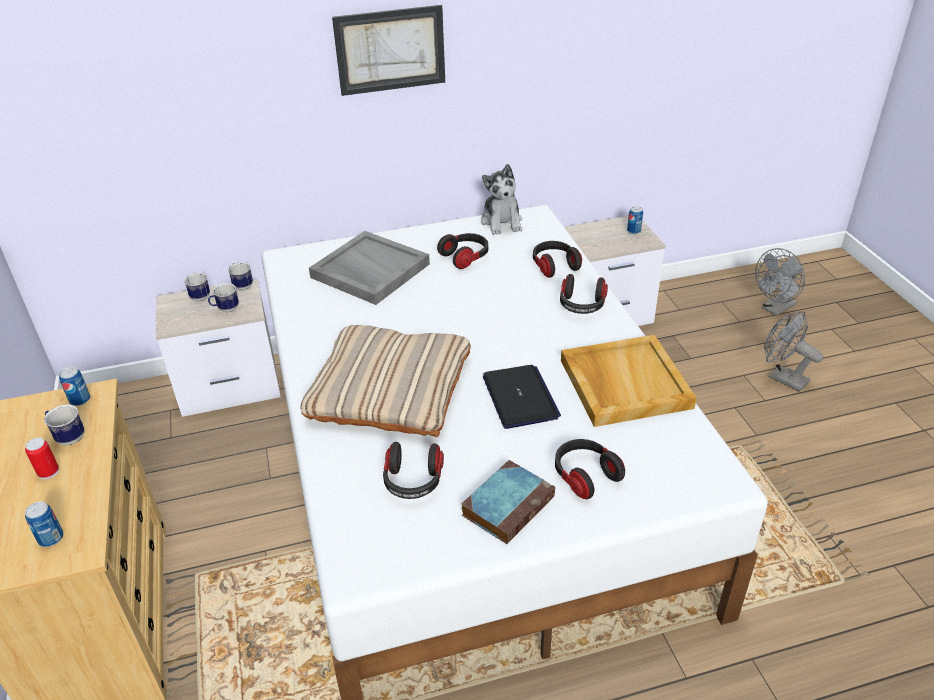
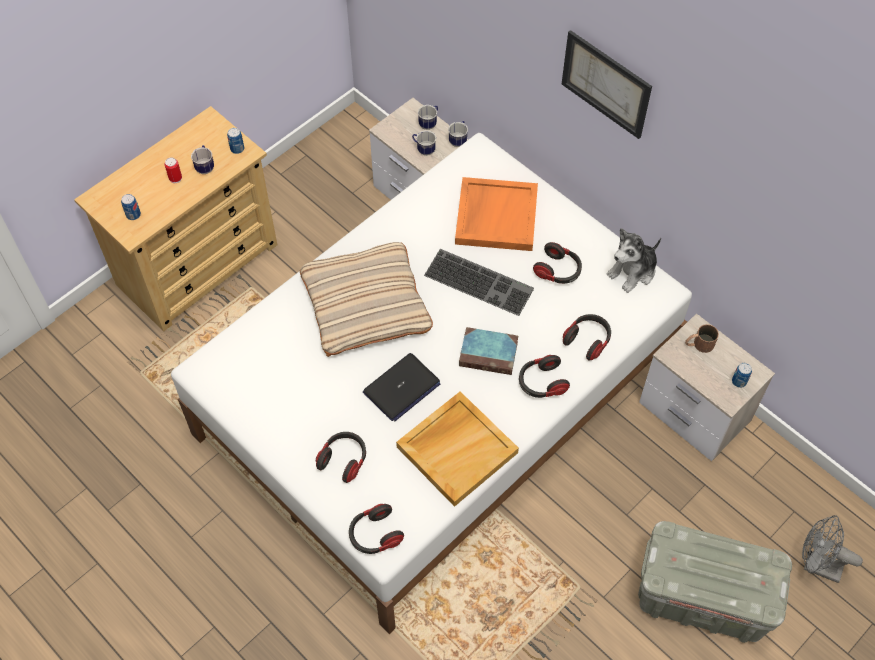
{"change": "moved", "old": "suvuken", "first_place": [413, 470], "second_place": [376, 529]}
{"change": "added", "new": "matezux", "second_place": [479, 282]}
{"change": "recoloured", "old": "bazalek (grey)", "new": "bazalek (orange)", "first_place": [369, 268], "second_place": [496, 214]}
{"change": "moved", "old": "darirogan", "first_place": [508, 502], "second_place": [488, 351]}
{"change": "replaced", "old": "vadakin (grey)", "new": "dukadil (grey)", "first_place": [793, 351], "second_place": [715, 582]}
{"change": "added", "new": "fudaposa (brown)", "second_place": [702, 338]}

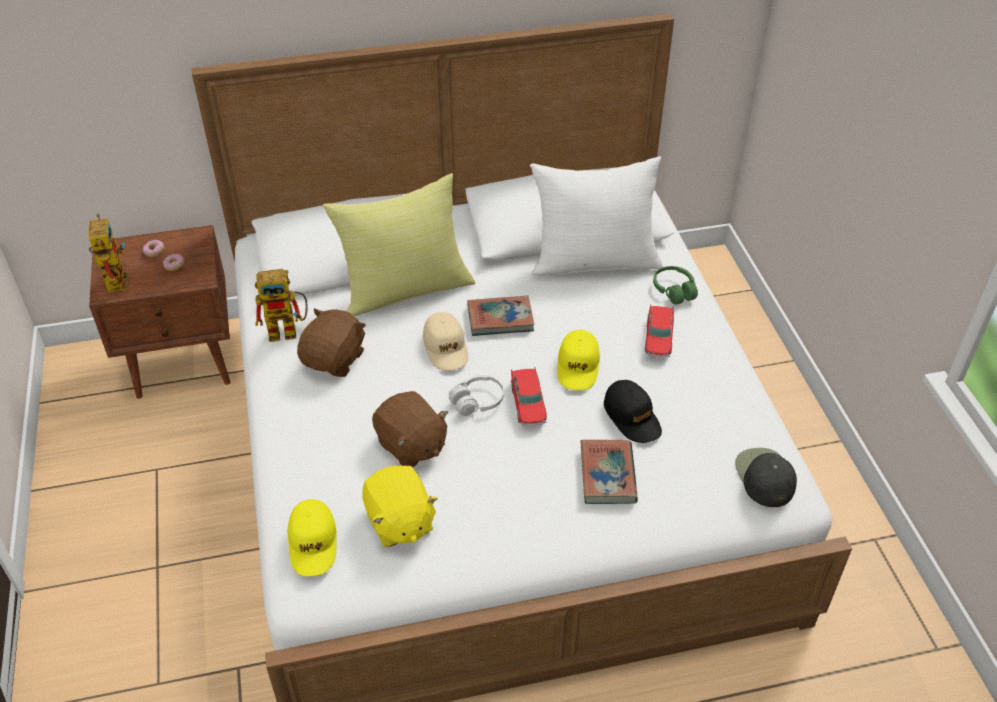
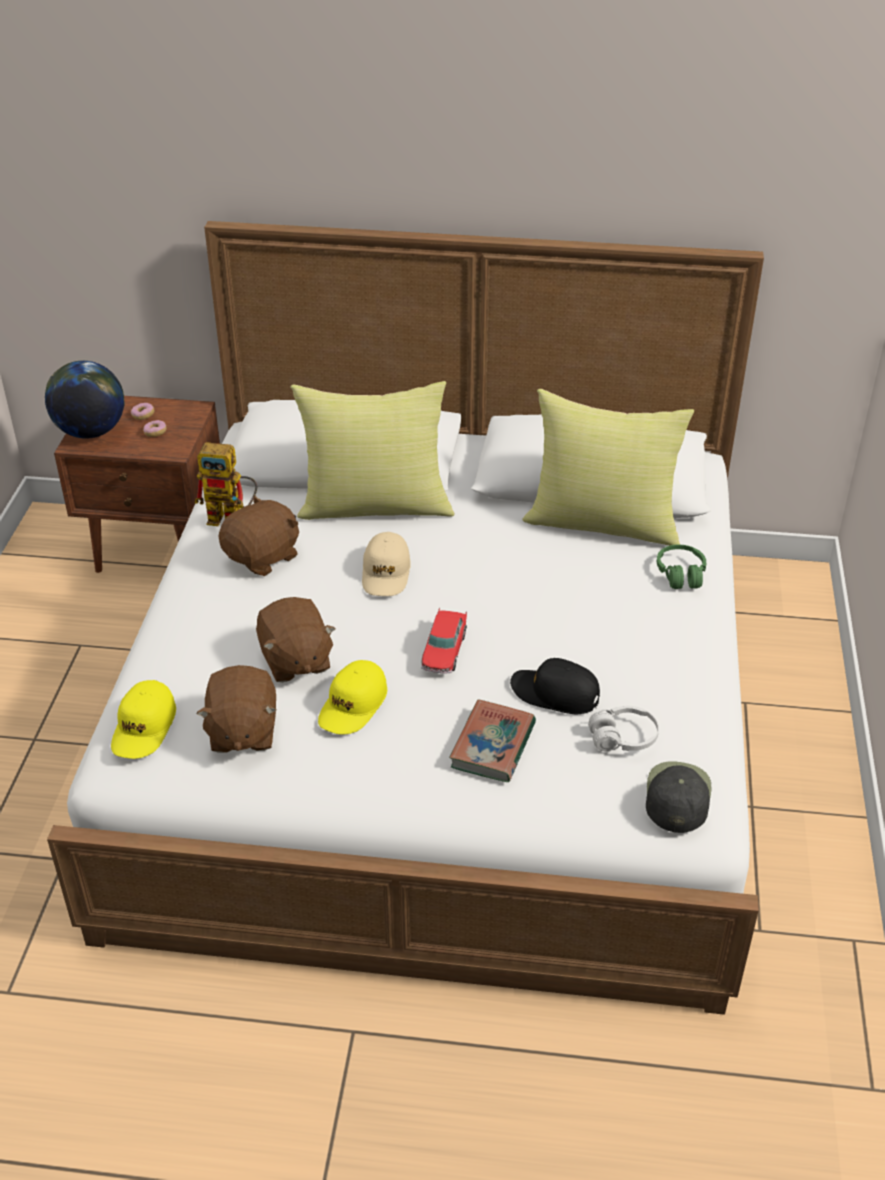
{"change": "replaced", "old": "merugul", "new": "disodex", "first_place": [107, 253], "second_place": [85, 400]}
{"change": "recoloured", "old": "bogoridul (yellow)", "new": "bogoridul (brown)", "first_place": [400, 506], "second_place": [236, 709]}
{"change": "moved", "old": "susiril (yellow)", "first_place": [578, 360], "second_place": [352, 697]}
{"change": "turned", "old": "susiril (black)", "first_place": [633, 411], "second_place": [555, 686], "degrees": 120}
{"change": "recoloured", "old": "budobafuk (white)", "new": "budobafuk (yellow)", "first_place": [596, 216], "second_place": [608, 467]}
{"change": "moved", "old": "suvuken (white)", "first_place": [476, 395], "second_place": [623, 728]}
{"change": "removed", "old": "darirogan", "first_place": [500, 316]}
{"change": "removed", "old": "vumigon", "first_place": [659, 331]}

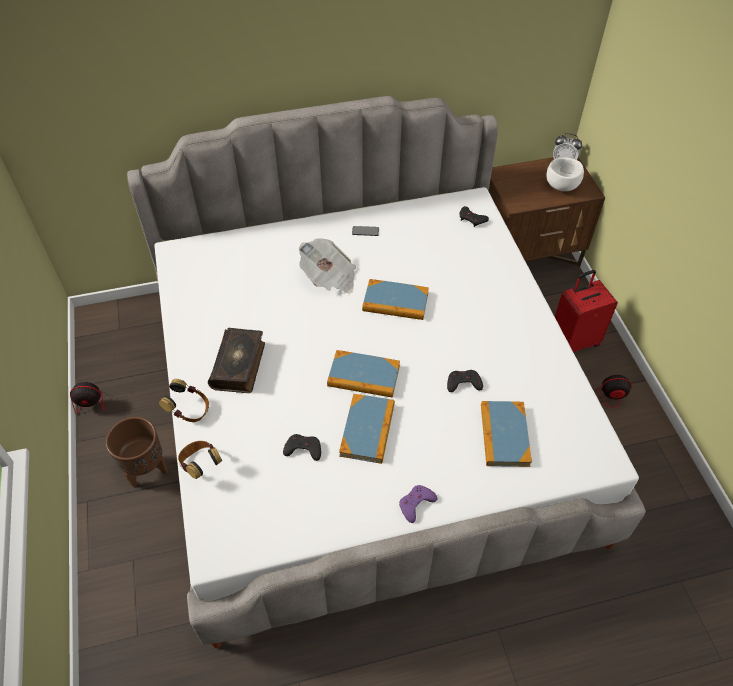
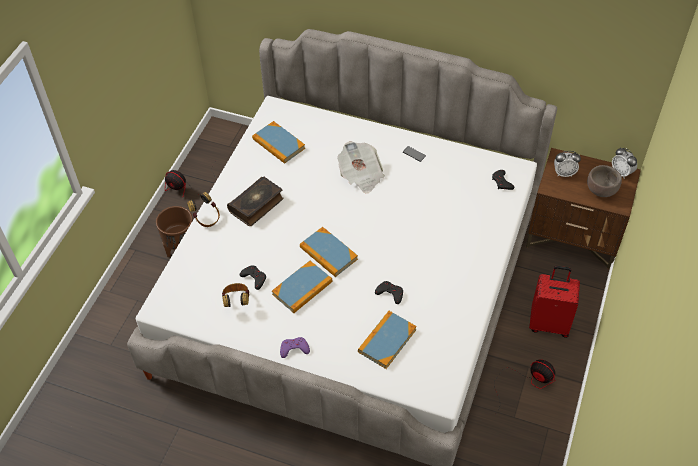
{"change": "moved", "old": "suvuken", "first_place": [200, 460], "second_place": [235, 295]}
{"change": "moved", "old": "darirogan", "first_place": [395, 299], "second_place": [278, 142]}
{"change": "added", "new": "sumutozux", "second_place": [567, 164]}
{"change": "recoloured", "old": "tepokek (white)", "new": "tepokek (brown)", "first_place": [565, 174], "second_place": [604, 181]}

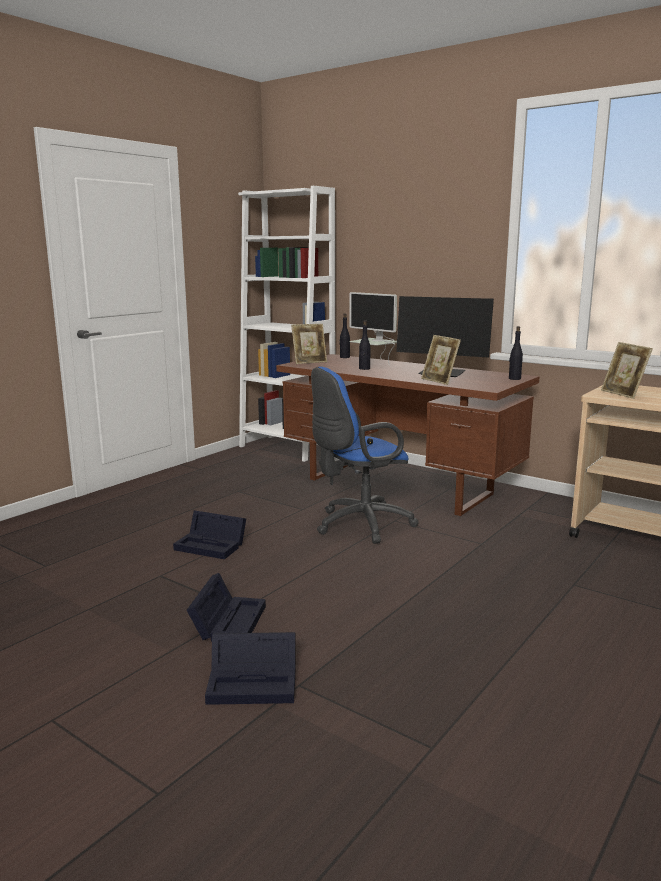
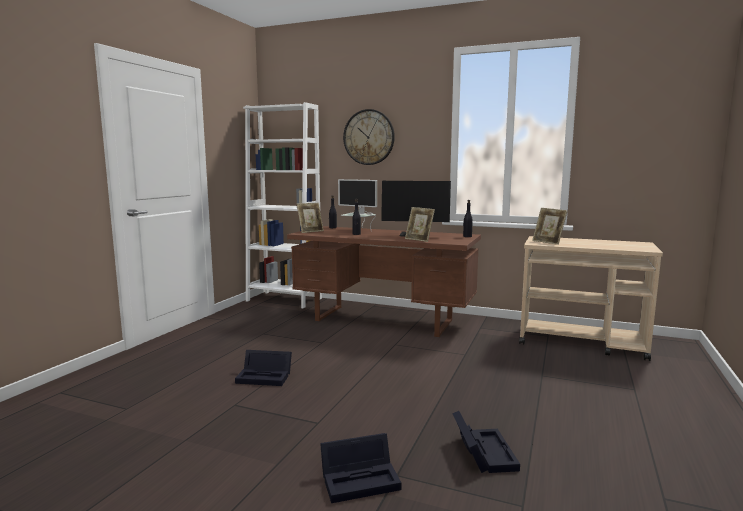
{"change": "added", "new": "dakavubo", "second_place": [369, 137]}
{"change": "moved", "old": "dukadil (black)", "first_place": [226, 607], "second_place": [486, 442]}
{"change": "removed", "old": "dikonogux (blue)", "first_place": [364, 455]}

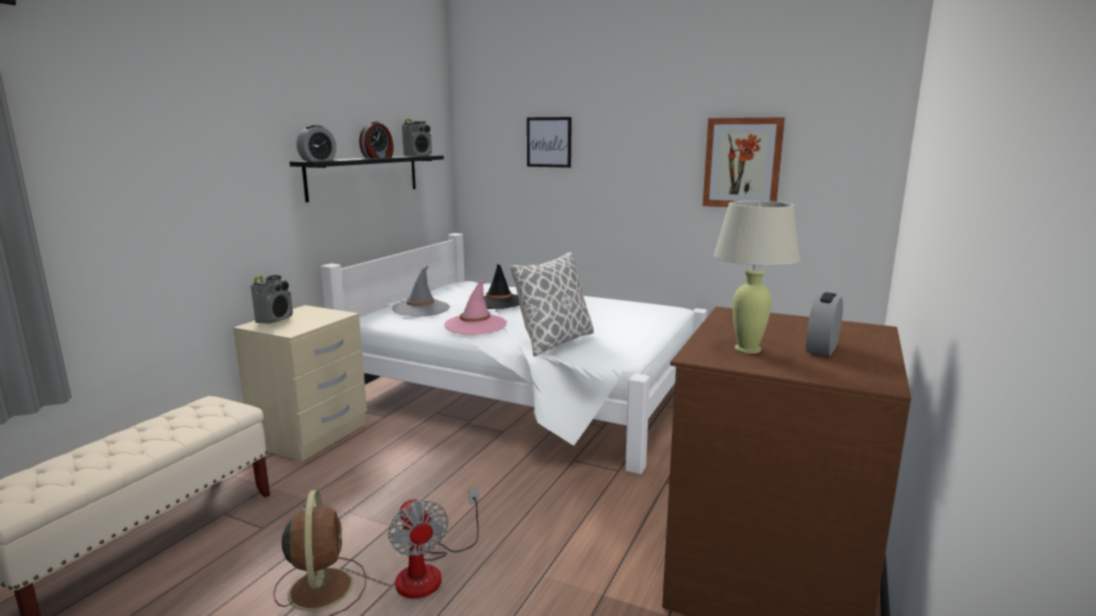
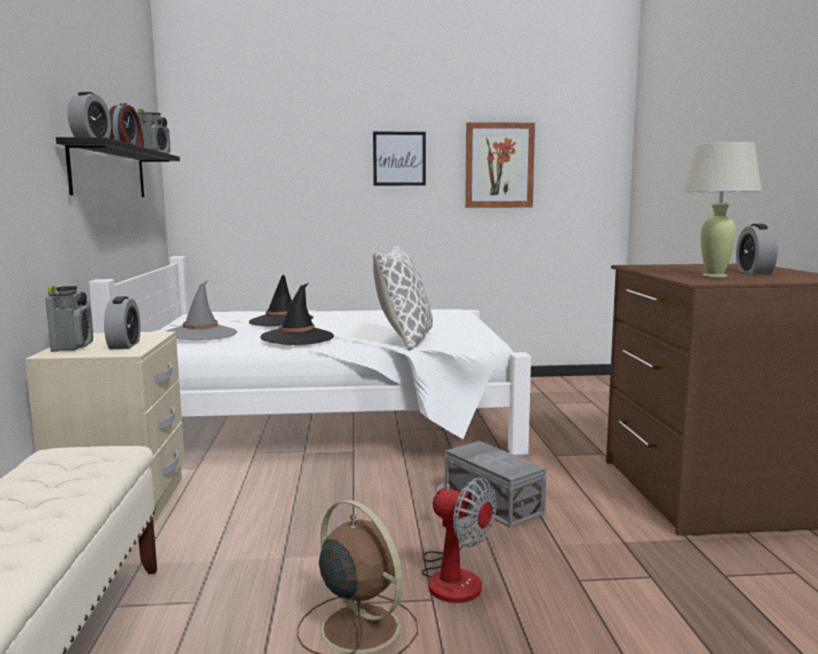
{"change": "added", "new": "sumutozux", "second_place": [122, 322]}
{"change": "recoloured", "old": "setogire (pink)", "new": "setogire (black)", "first_place": [475, 307], "second_place": [297, 314]}
{"change": "moved", "old": "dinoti", "first_place": [549, 142], "second_place": [399, 159]}
{"change": "added", "new": "dukadil (grey)", "second_place": [496, 484]}

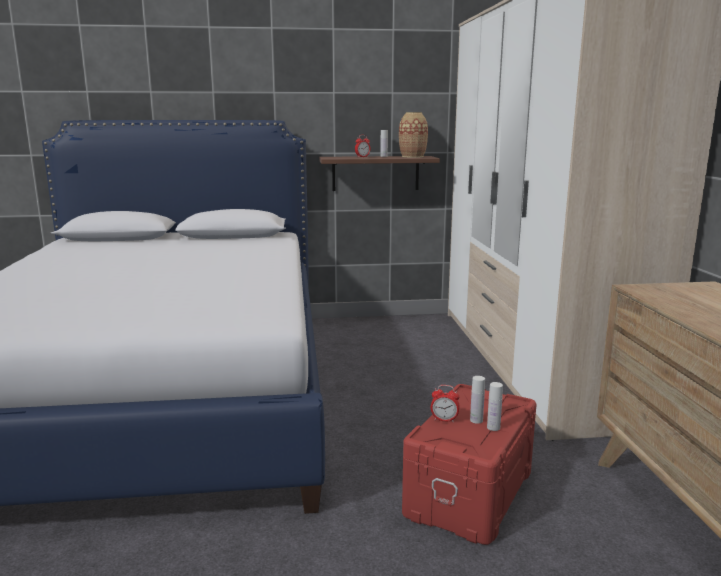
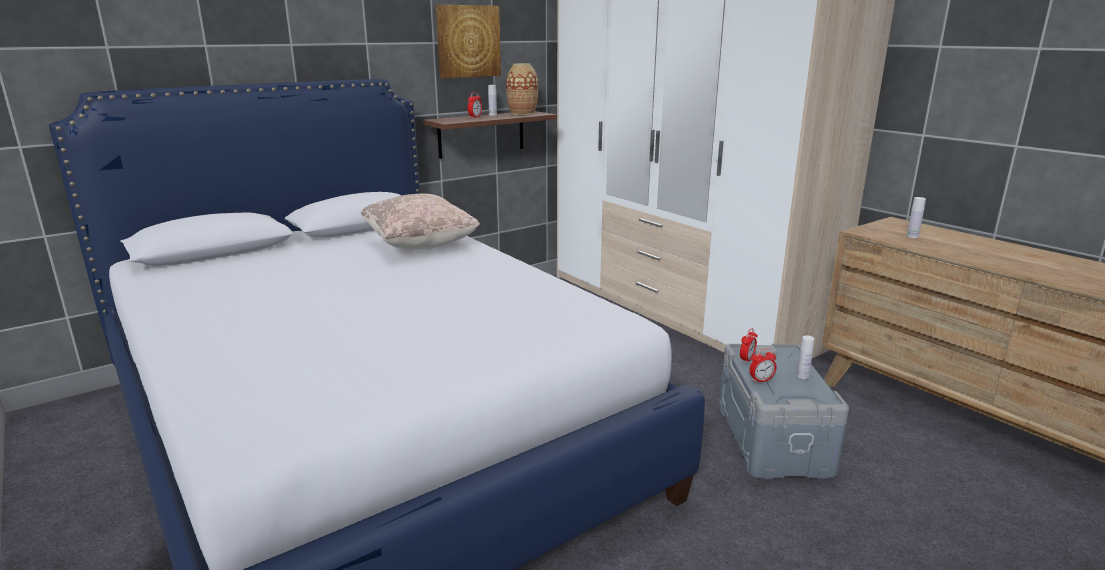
{"change": "added", "new": "budobafuk (beige)", "second_place": [420, 221]}
{"change": "added", "new": "dinoti", "second_place": [468, 41]}
{"change": "recoloured", "old": "dukadil (red)", "new": "dukadil (grey)", "first_place": [469, 464], "second_place": [784, 411]}
{"change": "added", "new": "sumutozux", "second_place": [748, 346]}
{"change": "moved", "old": "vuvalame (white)", "first_place": [477, 400], "second_place": [916, 217]}

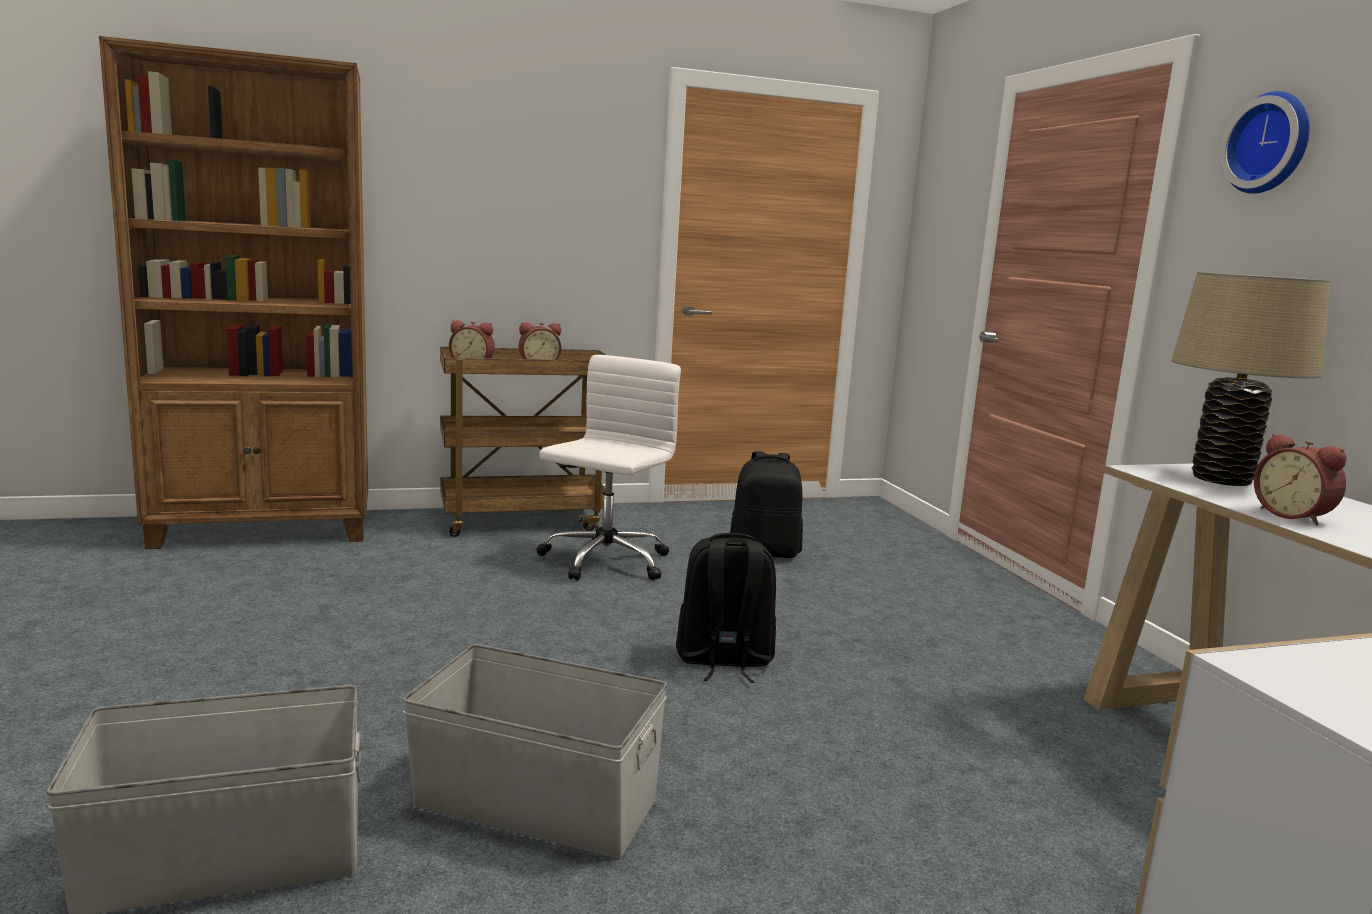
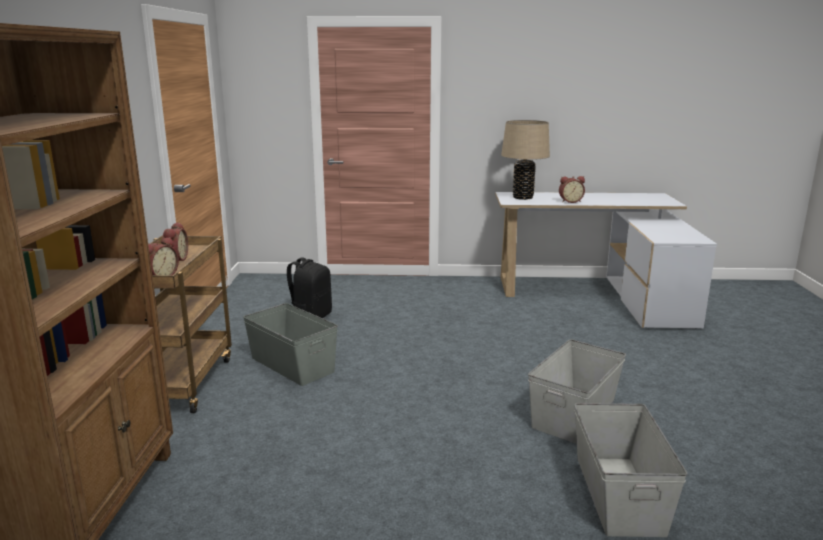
{"change": "replaced", "old": "dikonogux (white)", "new": "dukadil (grey)", "first_place": [609, 468], "second_place": [290, 344]}
{"change": "removed", "old": "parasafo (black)", "first_place": [726, 608]}
{"change": "removed", "old": "dakavubo", "first_place": [1265, 142]}

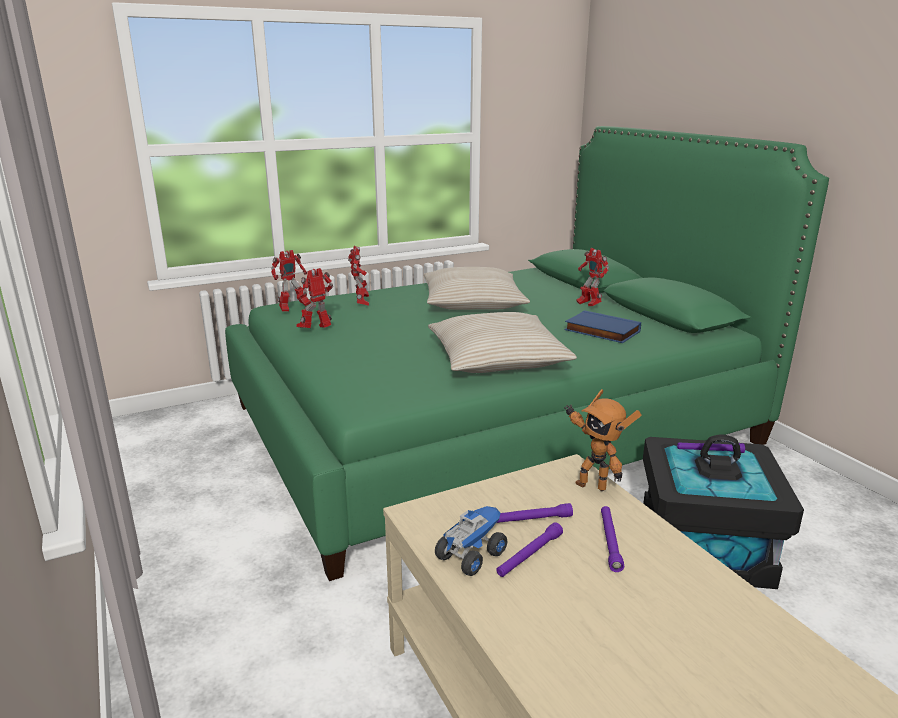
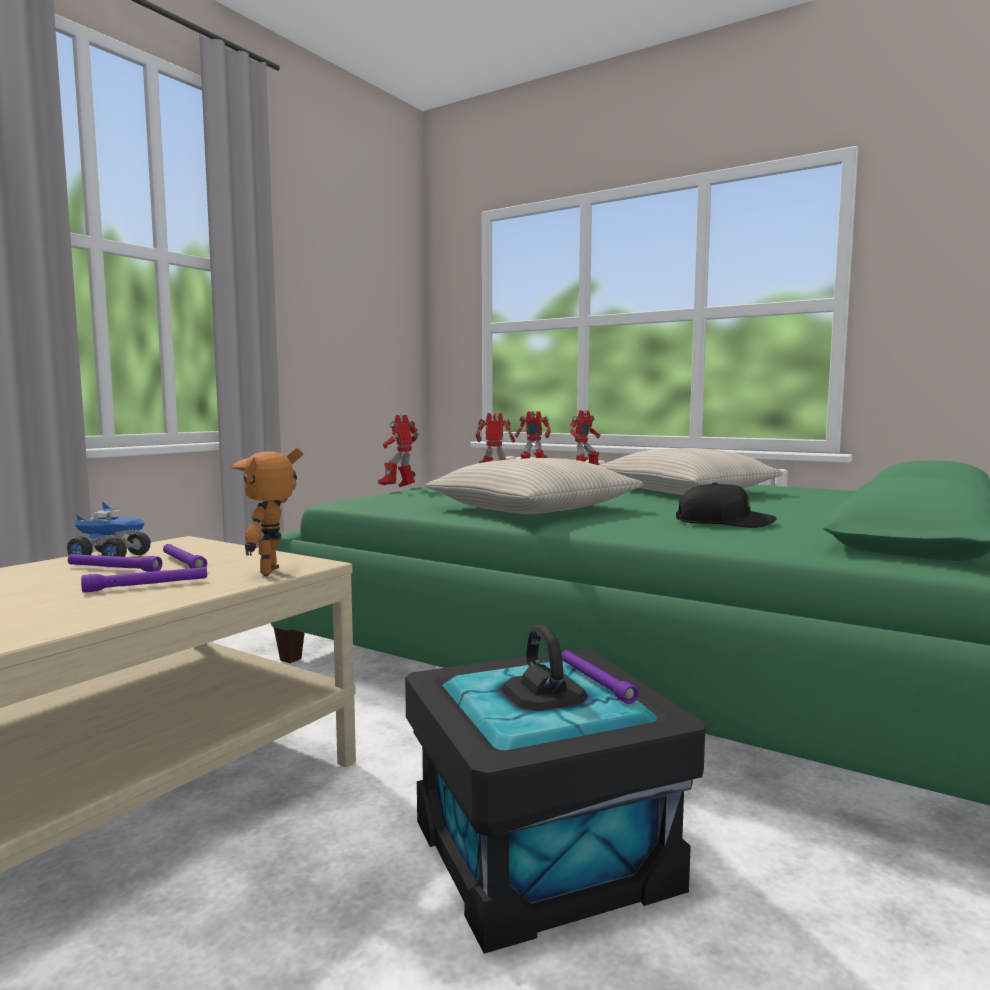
{"change": "moved", "old": "merugul", "first_place": [592, 277], "second_place": [398, 451]}
{"change": "replaced", "old": "darirogan (blue)", "new": "susiril (black)", "first_place": [602, 326], "second_place": [726, 505]}

